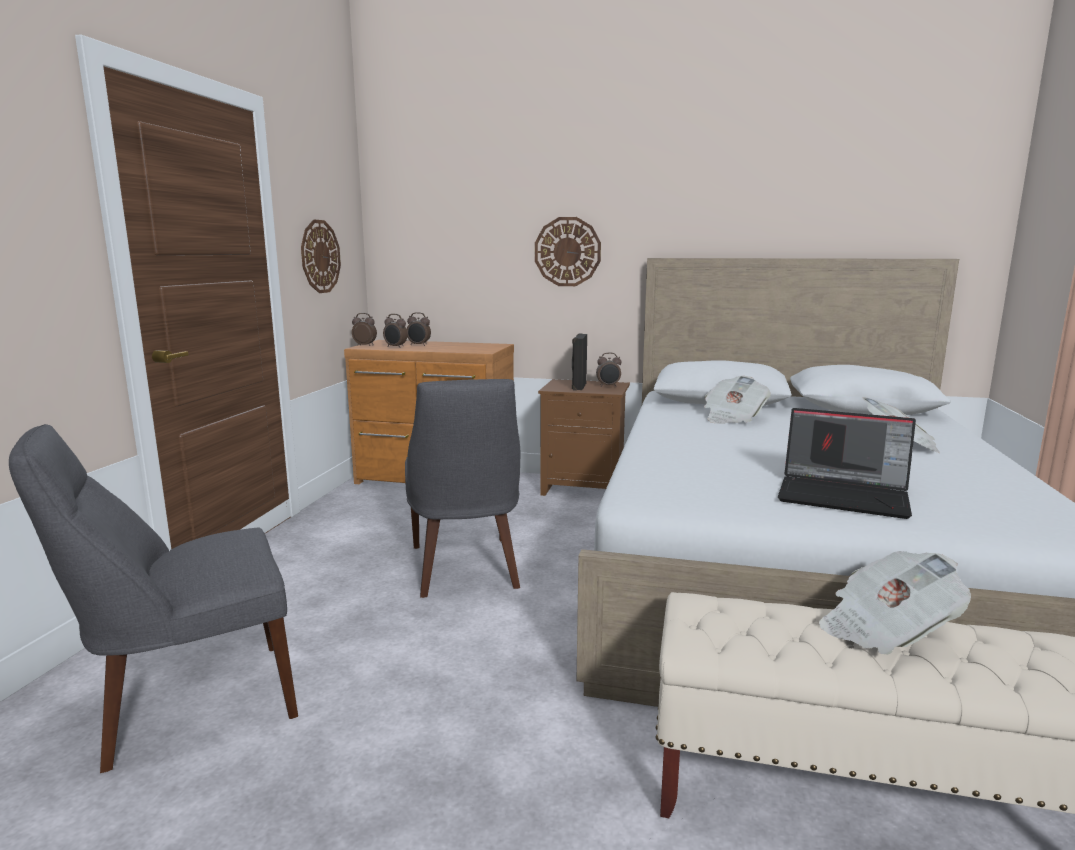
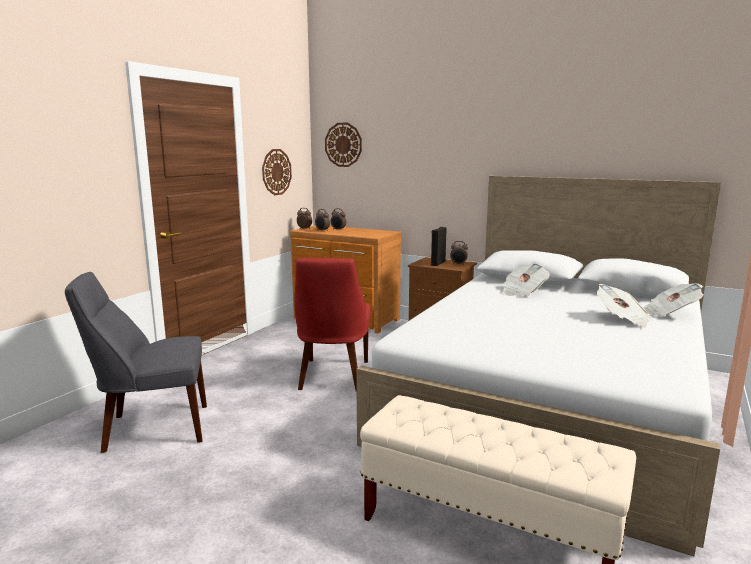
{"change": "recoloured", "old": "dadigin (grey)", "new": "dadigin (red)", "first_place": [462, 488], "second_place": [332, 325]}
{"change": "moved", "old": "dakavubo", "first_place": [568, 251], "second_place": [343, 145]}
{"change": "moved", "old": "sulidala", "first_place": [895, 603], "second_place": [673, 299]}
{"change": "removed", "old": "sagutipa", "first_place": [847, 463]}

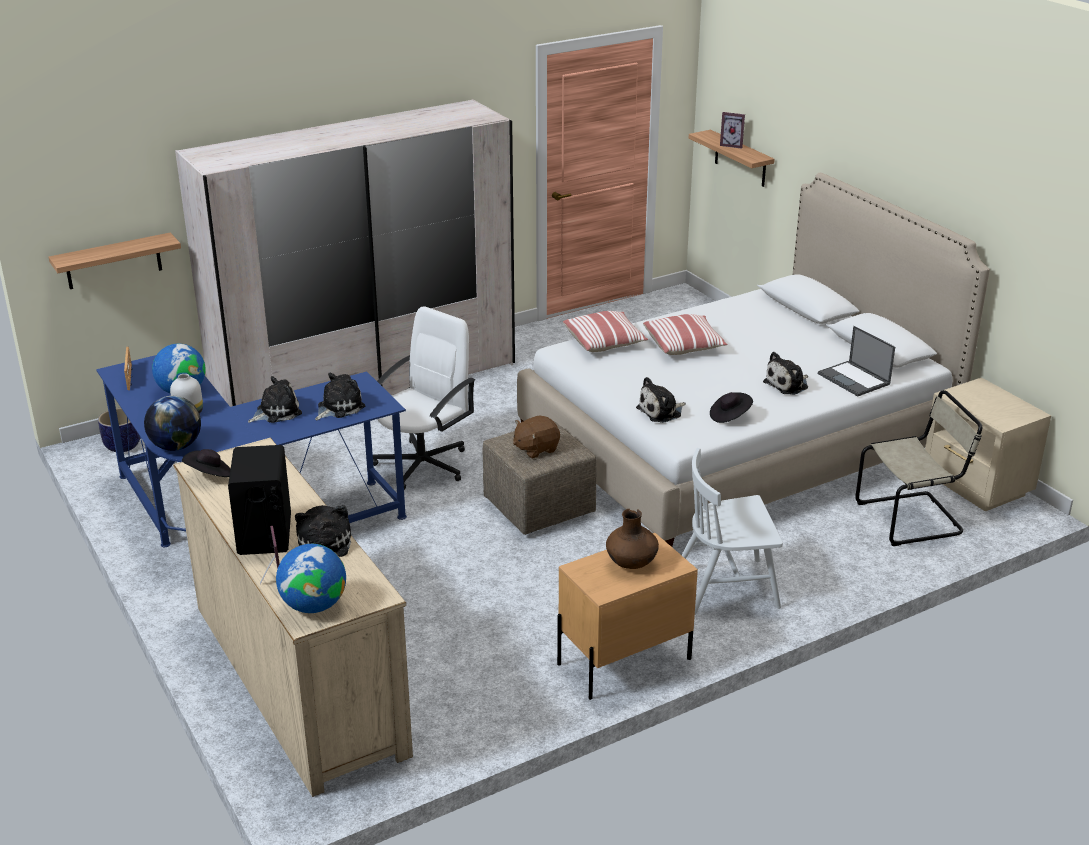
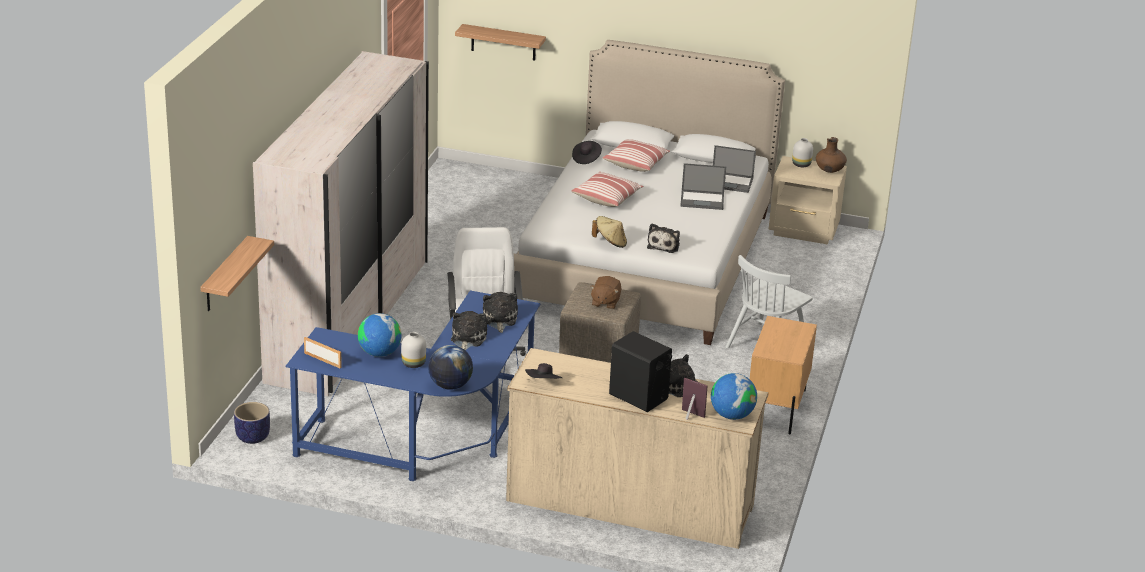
{"change": "moved", "old": "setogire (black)", "first_place": [731, 407], "second_place": [587, 152]}
{"change": "added", "new": "setogire (beige)", "second_place": [609, 232]}
{"change": "moved", "old": "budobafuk", "first_place": [605, 331], "second_place": [636, 155]}
{"change": "replaced", "old": "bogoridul", "new": "sagutipa", "first_place": [785, 373], "second_place": [703, 186]}
{"change": "added", "new": "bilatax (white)", "second_place": [802, 152]}
{"change": "moved", "old": "bilatax (brown)", "first_place": [632, 539], "second_place": [831, 155]}
{"change": "removed", "old": "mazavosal", "first_place": [732, 130]}
{"change": "removed", "old": "dadigin (beige)", "first_place": [918, 468]}

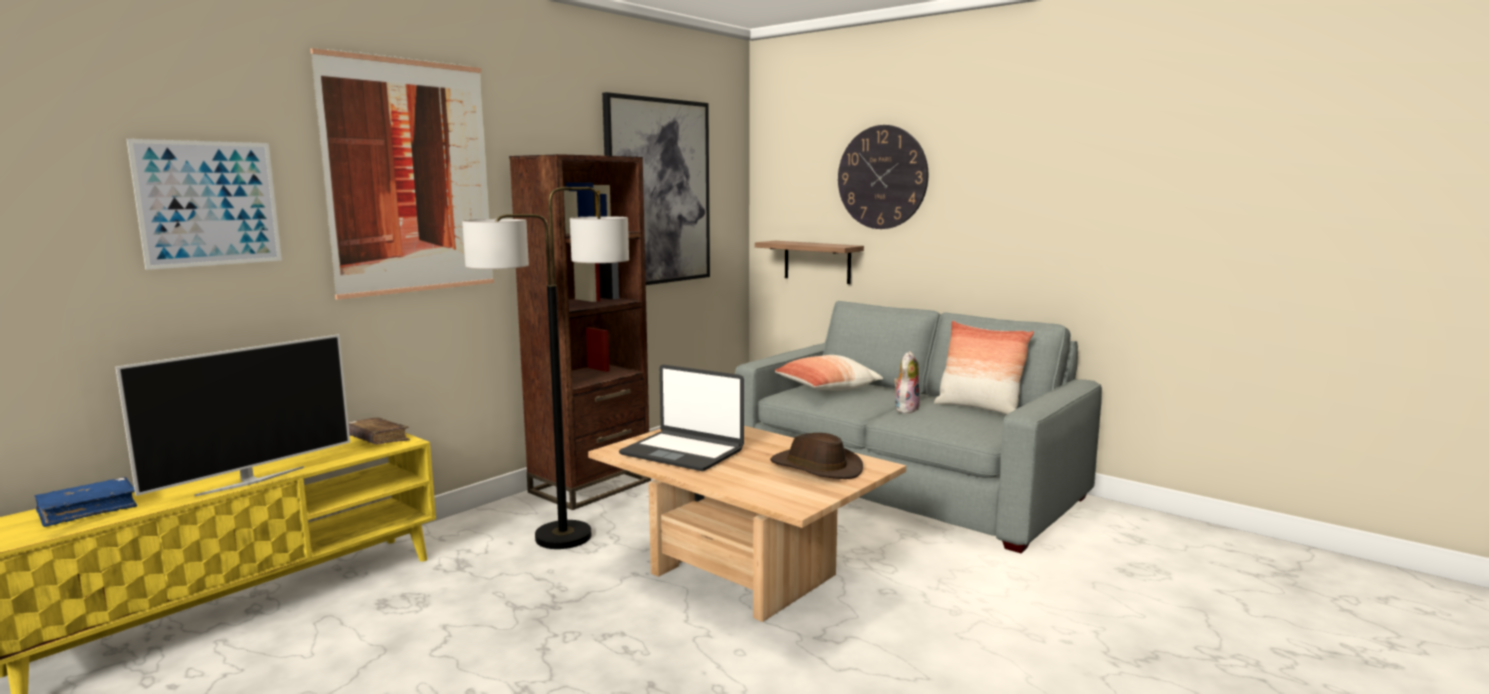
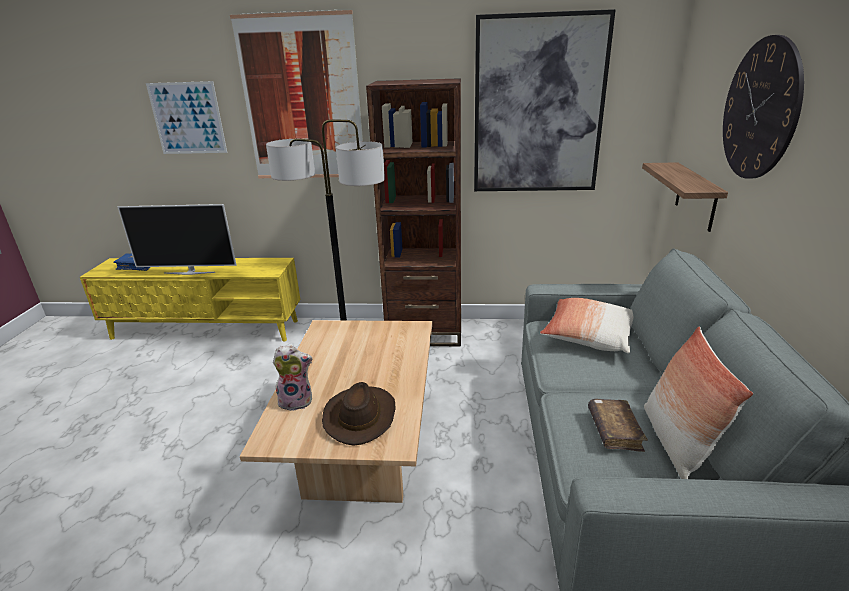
{"change": "moved", "old": "bogoridul", "first_place": [907, 382], "second_place": [292, 378]}
{"change": "moved", "old": "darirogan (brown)", "first_place": [379, 431], "second_place": [618, 425]}
{"change": "removed", "old": "sagutipa", "first_place": [681, 417]}

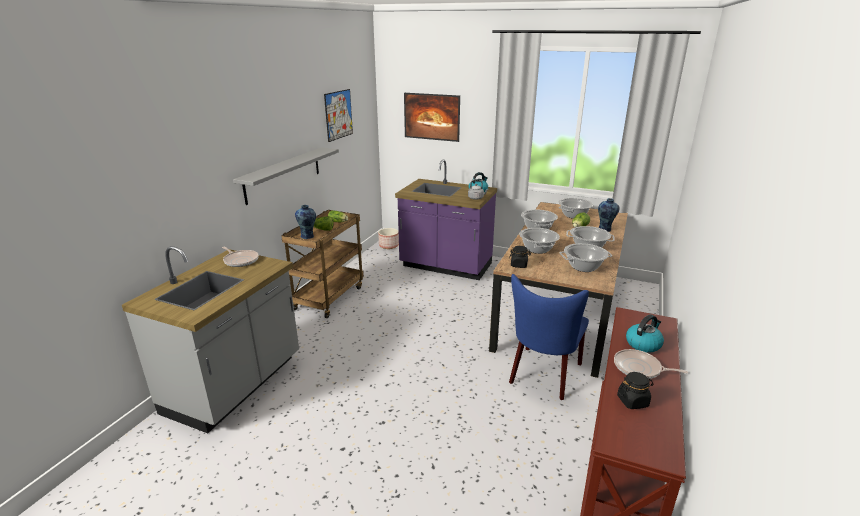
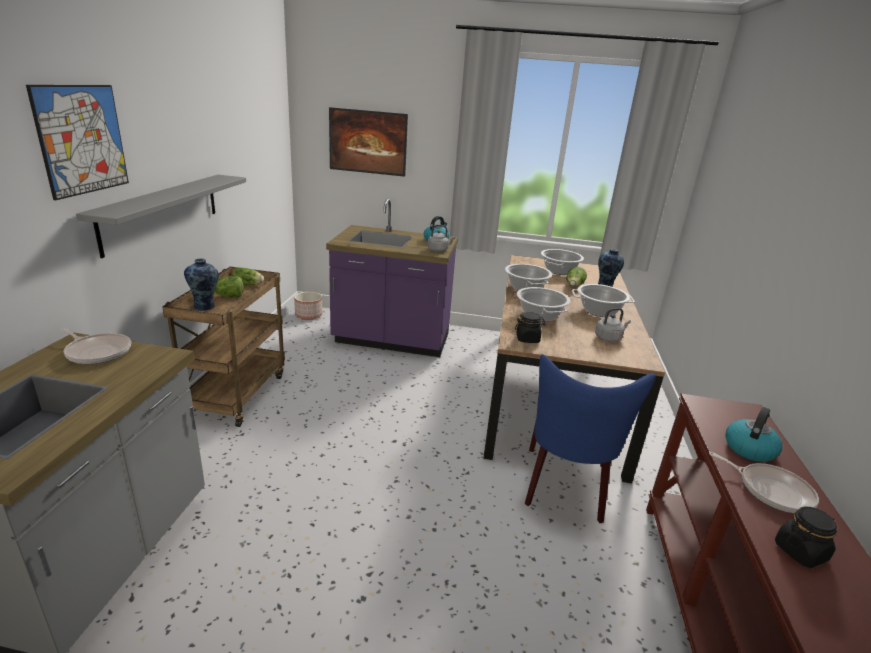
{"change": "moved", "old": "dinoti", "first_place": [338, 115], "second_place": [77, 142]}
{"change": "replaced", "old": "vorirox", "new": "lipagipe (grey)", "first_place": [586, 257], "second_place": [613, 325]}
{"change": "turned", "old": "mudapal", "first_place": [651, 364], "second_place": [764, 482], "degrees": -150}

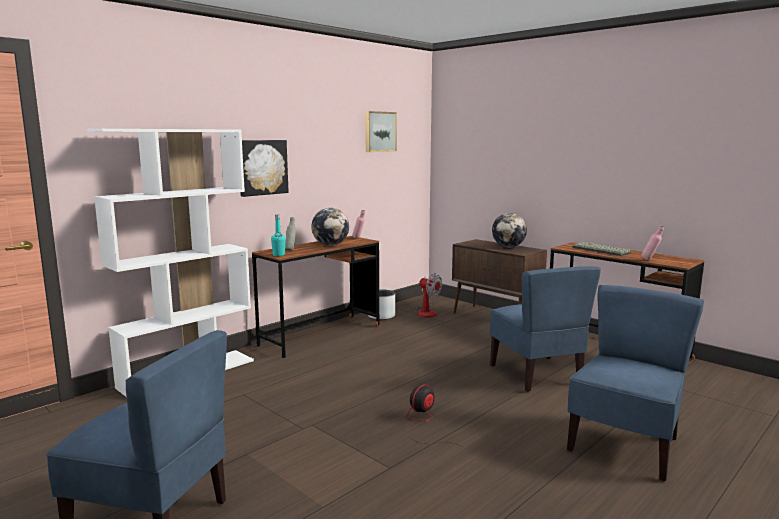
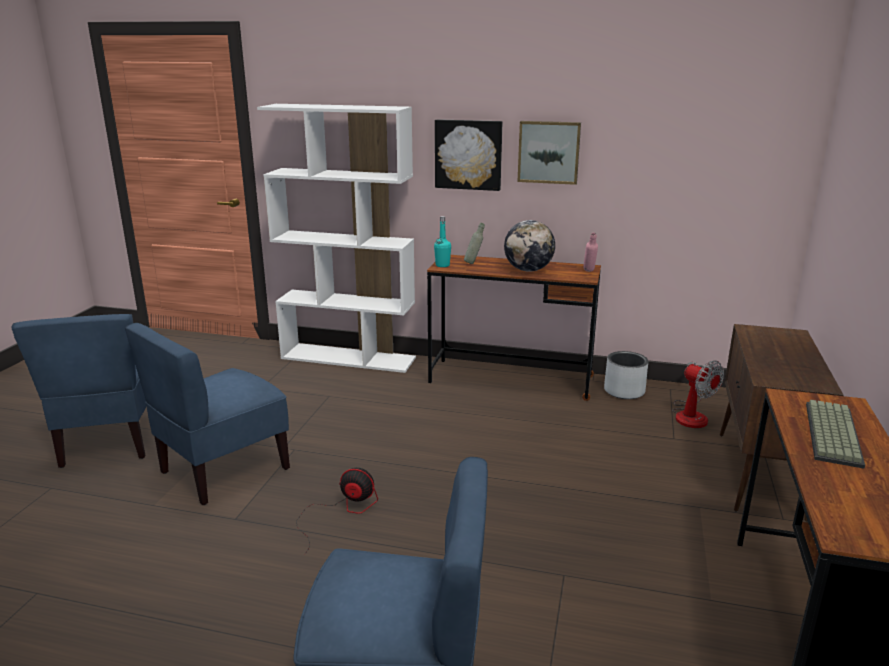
{"change": "moved", "old": "dadigin (blue)", "first_place": [545, 329], "second_place": [207, 414]}
{"change": "moved", "old": "dinoti", "first_place": [381, 131], "second_place": [549, 153]}
{"change": "turned", "old": "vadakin", "first_place": [428, 295], "second_place": [698, 394], "degrees": -45}
{"change": "removed", "old": "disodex", "first_place": [509, 230]}
{"change": "removed", "old": "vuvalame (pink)", "first_place": [652, 243]}

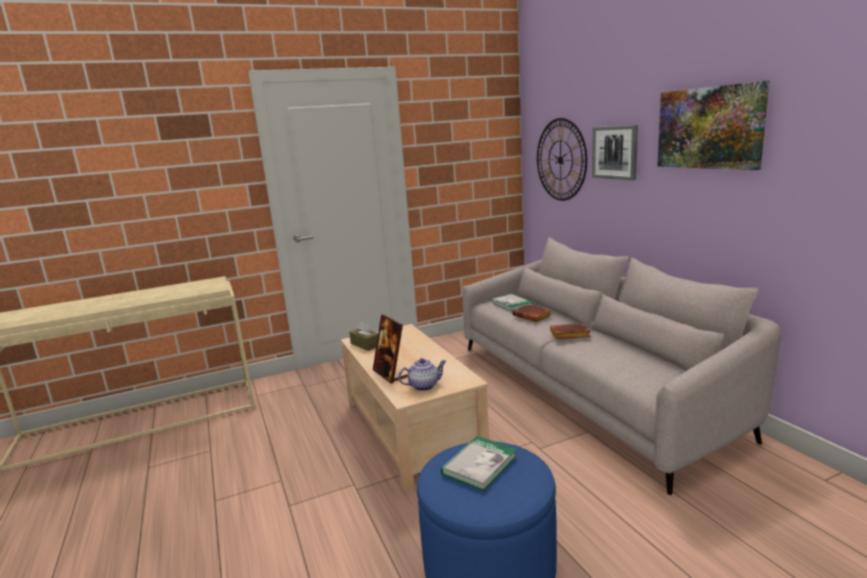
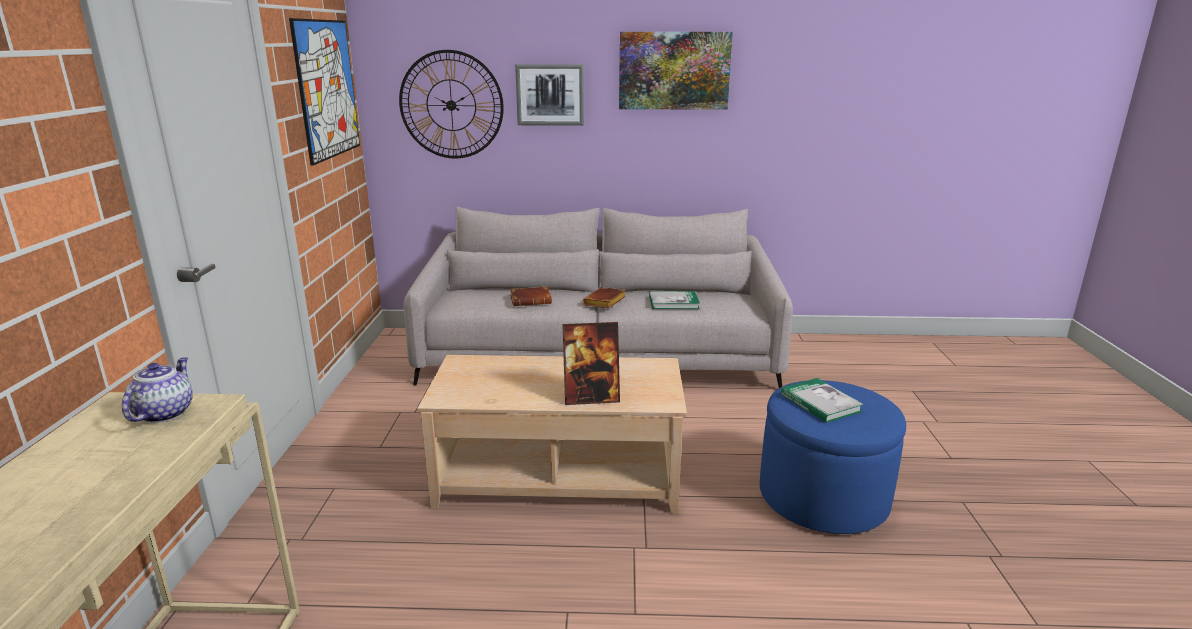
{"change": "moved", "old": "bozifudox", "first_place": [422, 374], "second_place": [157, 390]}
{"change": "added", "new": "dinoti", "second_place": [324, 92]}
{"change": "moved", "old": "darirogan", "first_place": [512, 302], "second_place": [674, 300]}
{"change": "removed", "old": "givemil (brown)", "first_place": [363, 336]}

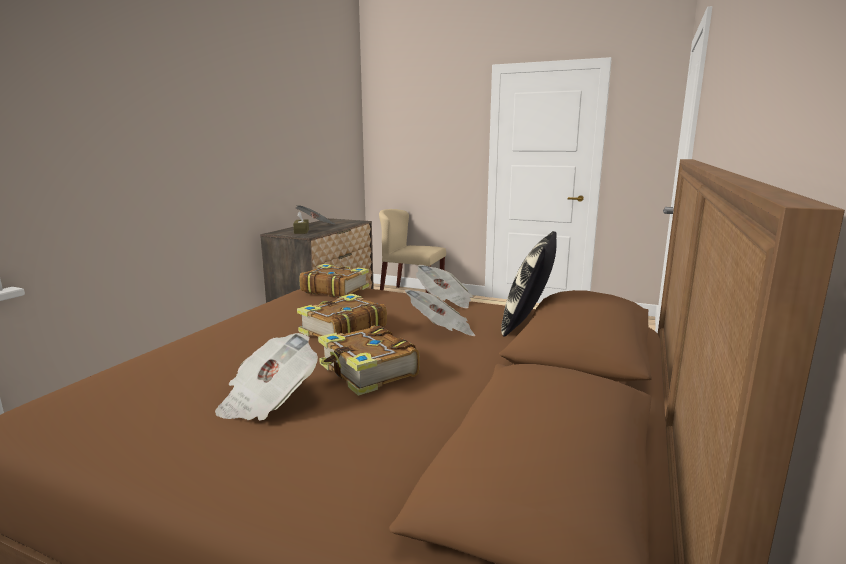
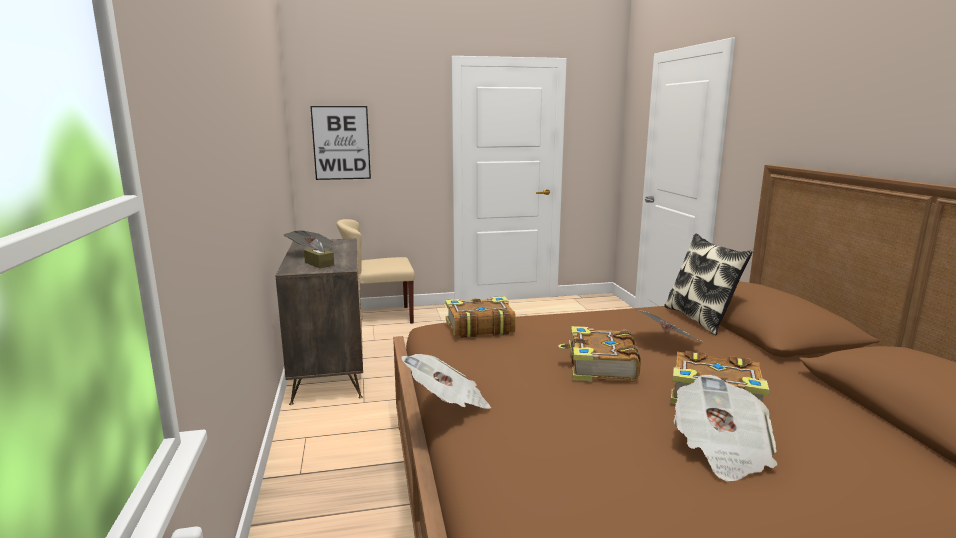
{"change": "added", "new": "dinoti", "second_place": [340, 143]}
{"change": "moved", "old": "sulidala", "first_place": [444, 286], "second_place": [446, 381]}

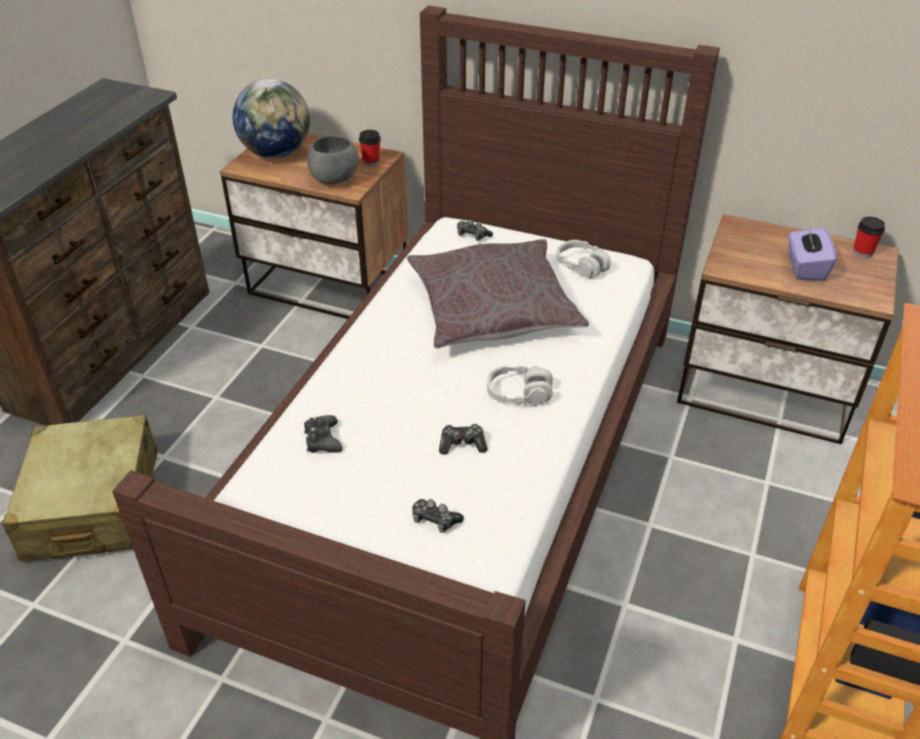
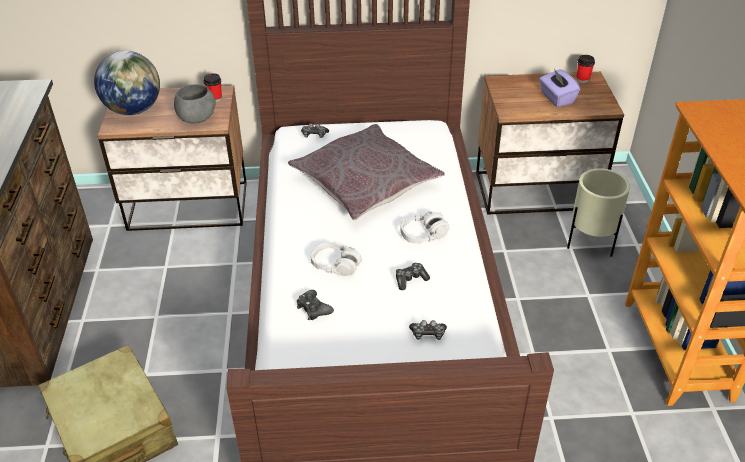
{"change": "moved", "old": "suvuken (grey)", "first_place": [583, 259], "second_place": [336, 259]}
{"change": "added", "new": "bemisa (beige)", "second_place": [598, 212]}

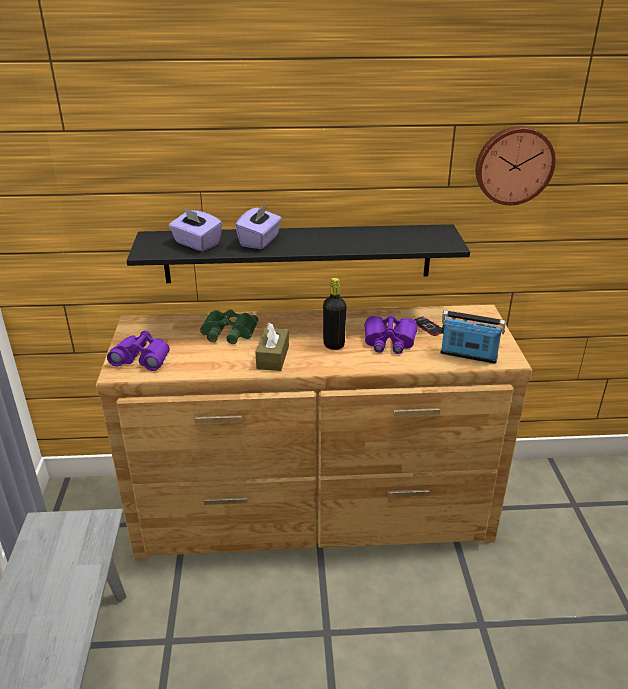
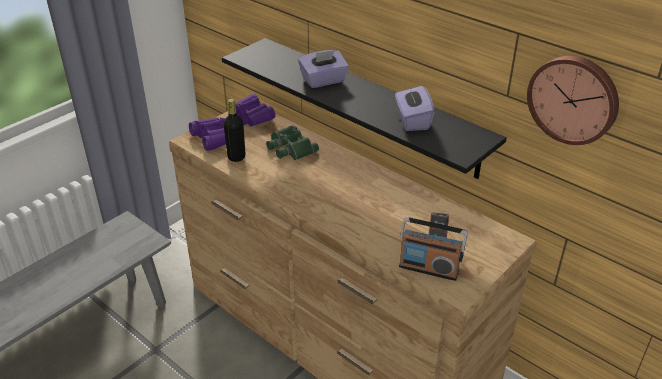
{"change": "moved", "old": "vuvalame (black)", "first_place": [334, 314], "second_place": [234, 130]}
{"change": "moved", "old": "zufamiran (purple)", "first_place": [391, 334], "second_place": [251, 110]}
{"change": "moved", "old": "givemil (purple)", "first_place": [195, 229], "second_place": [414, 108]}
{"change": "turned", "old": "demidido", "first_place": [473, 337], "second_place": [433, 249], "degrees": 135}
{"change": "removed", "old": "givemil (brown)", "first_place": [272, 346]}

